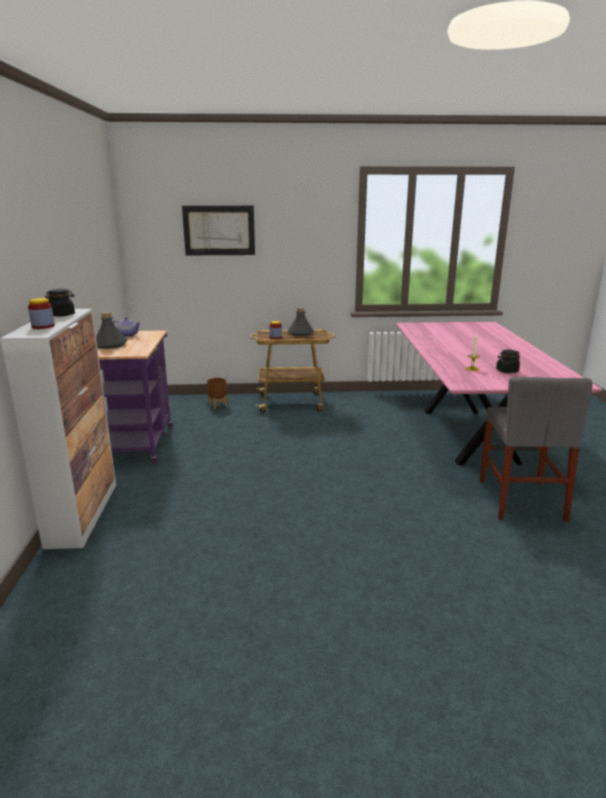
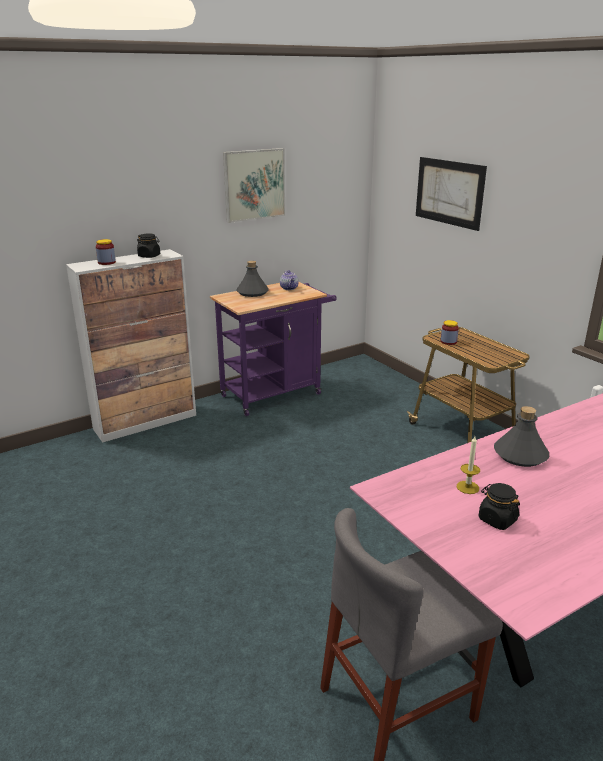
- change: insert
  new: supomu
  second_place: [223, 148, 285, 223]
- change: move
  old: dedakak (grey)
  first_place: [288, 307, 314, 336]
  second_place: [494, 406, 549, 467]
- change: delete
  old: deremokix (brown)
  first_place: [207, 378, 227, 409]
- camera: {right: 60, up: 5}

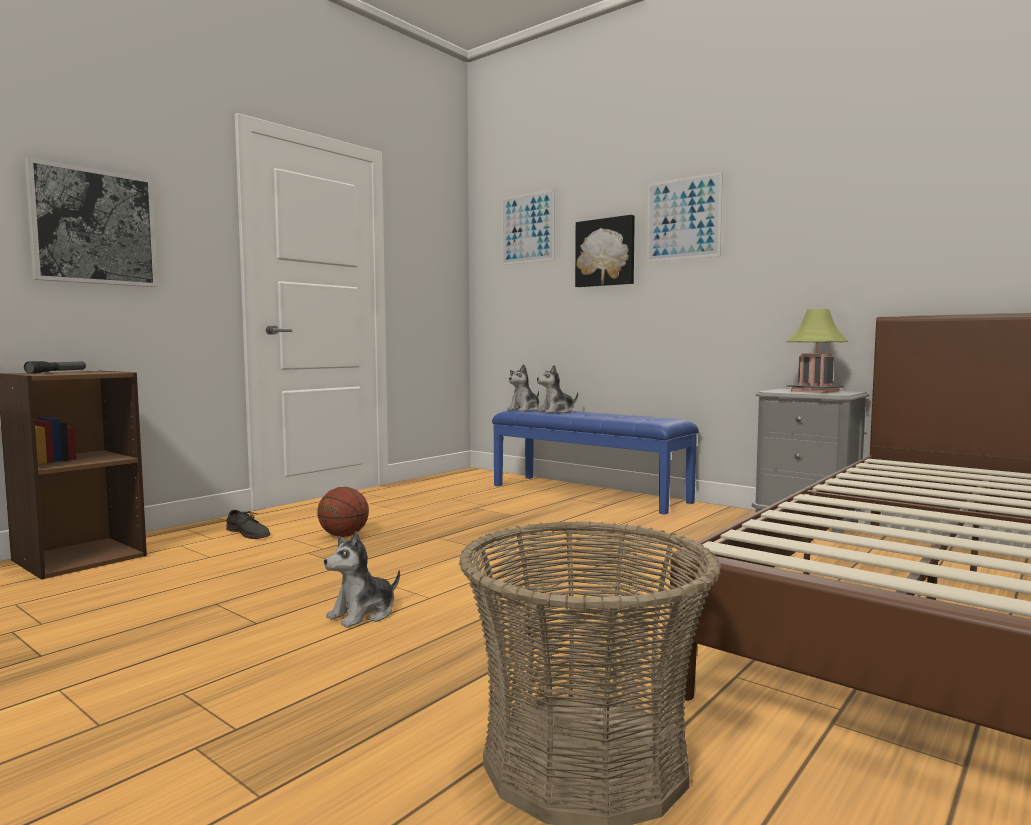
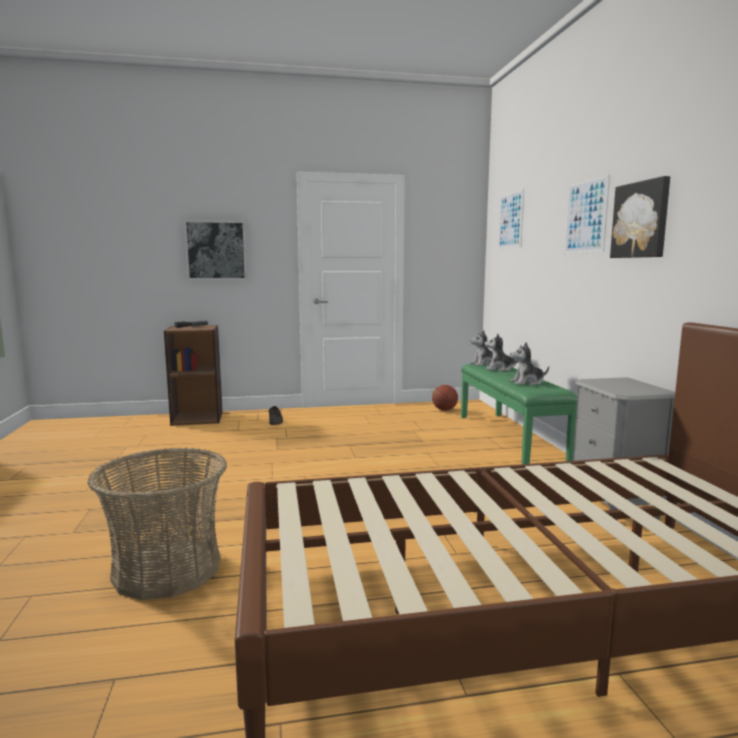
- change: move
  old: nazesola
  first_place: [317, 487, 369, 537]
  second_place: [432, 385, 458, 411]
- change: recolor
  old: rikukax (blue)
  new: rikukax (green)
  first_place: [492, 409, 699, 515]
  second_place: [461, 364, 577, 464]
- change: move
  old: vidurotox
  first_place: [324, 531, 400, 628]
  second_place: [510, 342, 549, 385]
- change: move
  old: supomu
  first_place: [575, 215, 635, 287]
  second_place: [610, 176, 670, 258]
- change: delete
  old: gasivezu
  first_place: [786, 309, 849, 393]
- camera: {right: 40, up: 5}

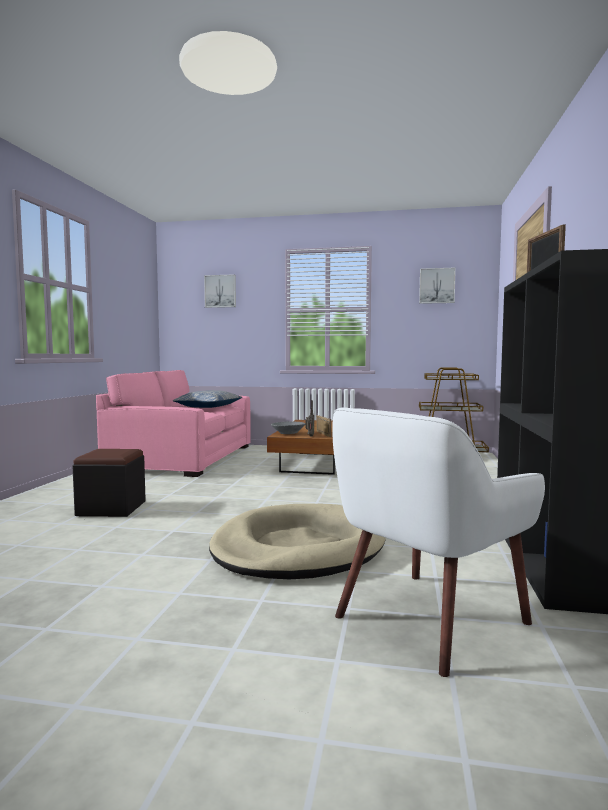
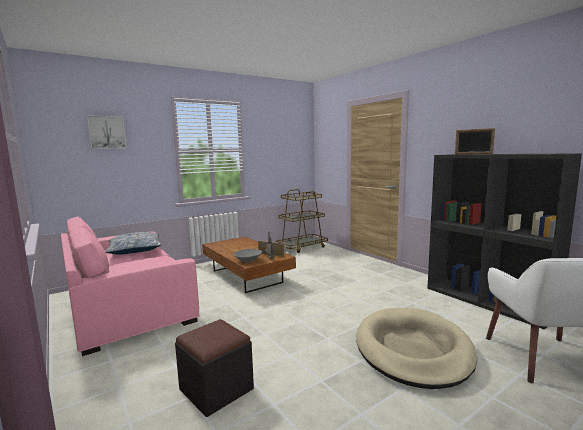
- change: delete
  old: supomu
  first_place: [419, 267, 456, 304]
- camera: {right: -45, up: 5}

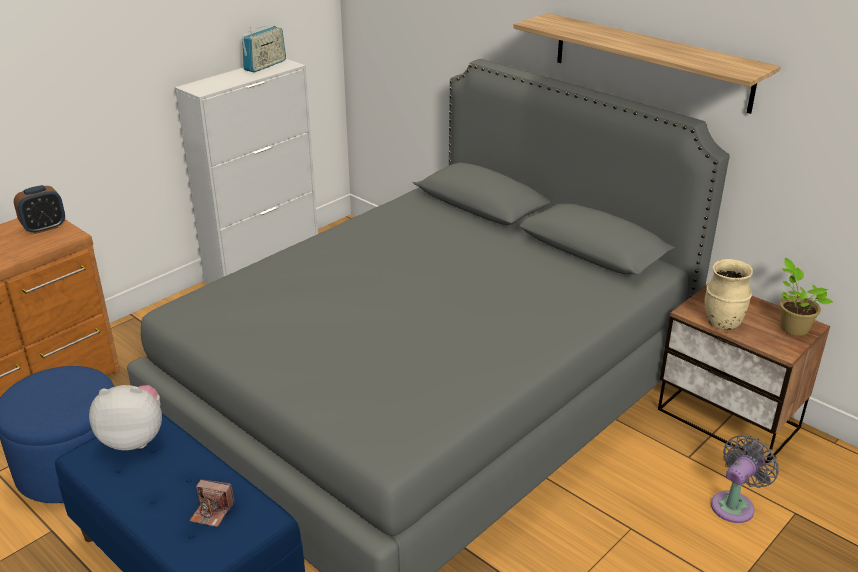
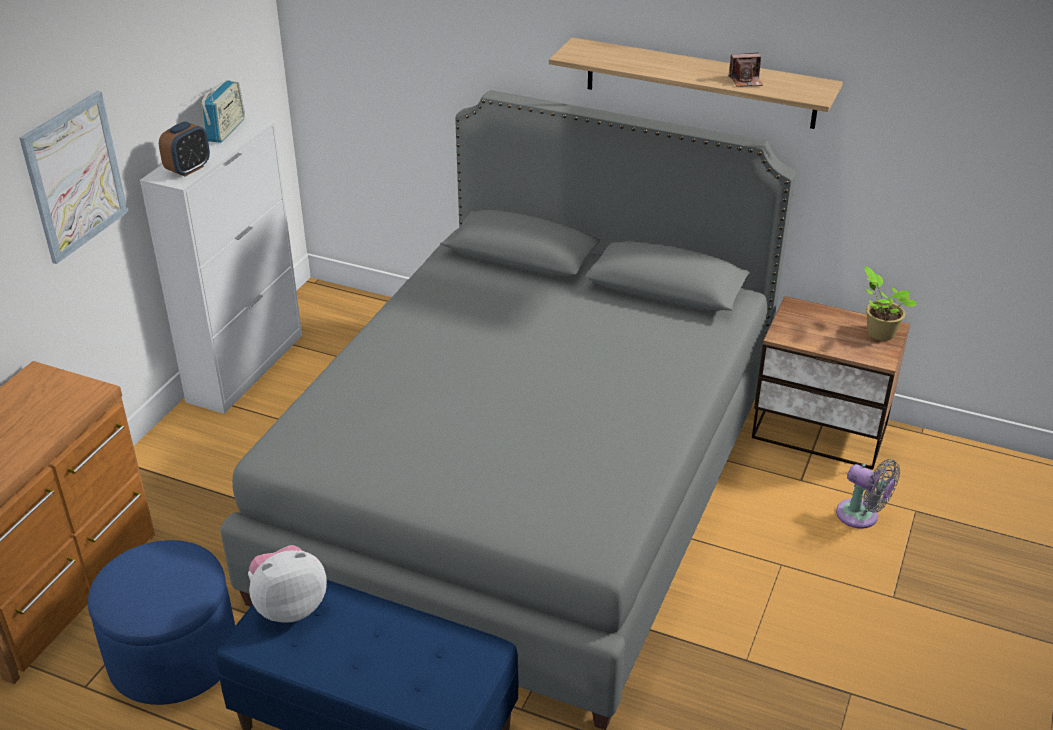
- change: insert
  new: supomu
  second_place: [19, 91, 128, 264]
- change: move
  old: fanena
  first_place: [14, 185, 65, 234]
  second_place: [159, 121, 210, 176]
- change: move
  old: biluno
  first_place: [189, 479, 234, 527]
  second_place: [728, 53, 763, 87]
- change: rotate
  old: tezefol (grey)
  first_place: [711, 435, 779, 523]
  second_place: [836, 459, 900, 529]
  degrees: 105
- change: delete
  old: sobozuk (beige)
  first_place: [704, 259, 753, 330]
- camera: {right: -20, up: 5}

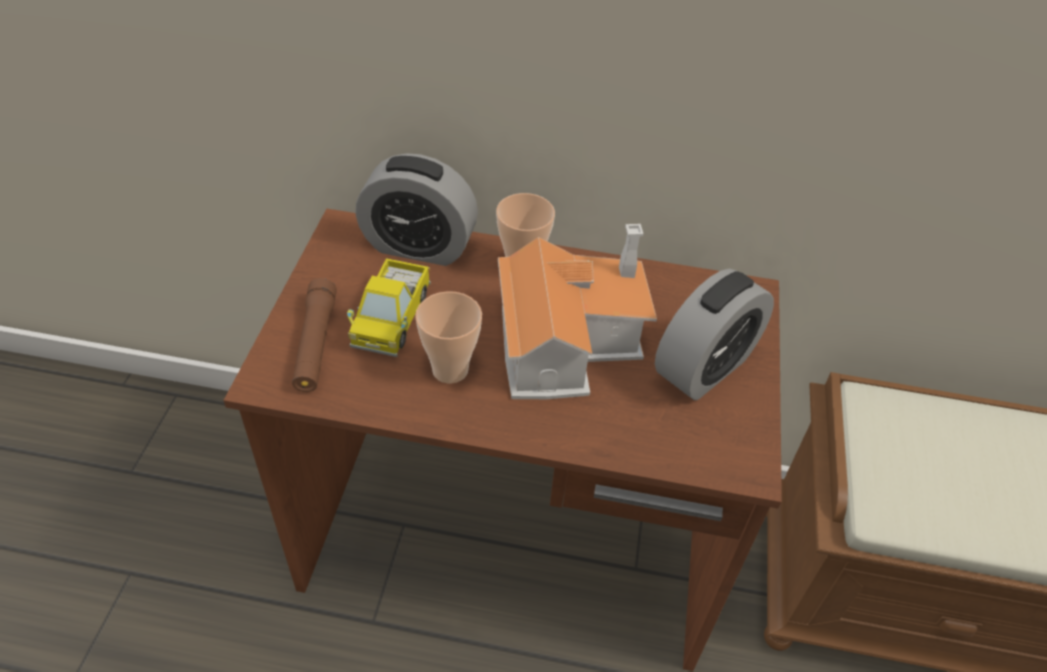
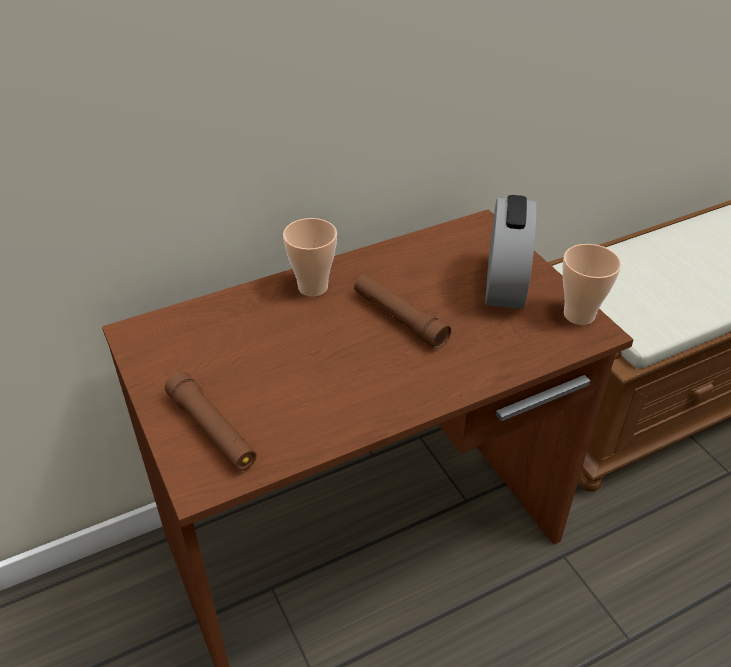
- change: replace
  old: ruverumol
  new: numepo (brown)
  first_place: [498, 224, 657, 399]
  second_place: [354, 274, 451, 349]
- change: move
  old: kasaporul
  first_place: [415, 291, 482, 384]
  second_place: [562, 244, 621, 325]
- change: delete
  old: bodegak
  first_place: [347, 258, 431, 357]
- change: delete
  old: fanena
  first_place: [356, 153, 478, 266]
- camera: {right: -35, up: -5}

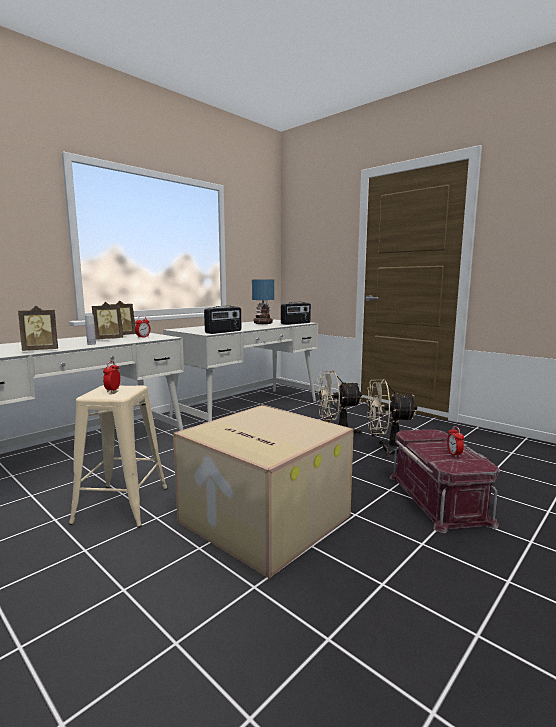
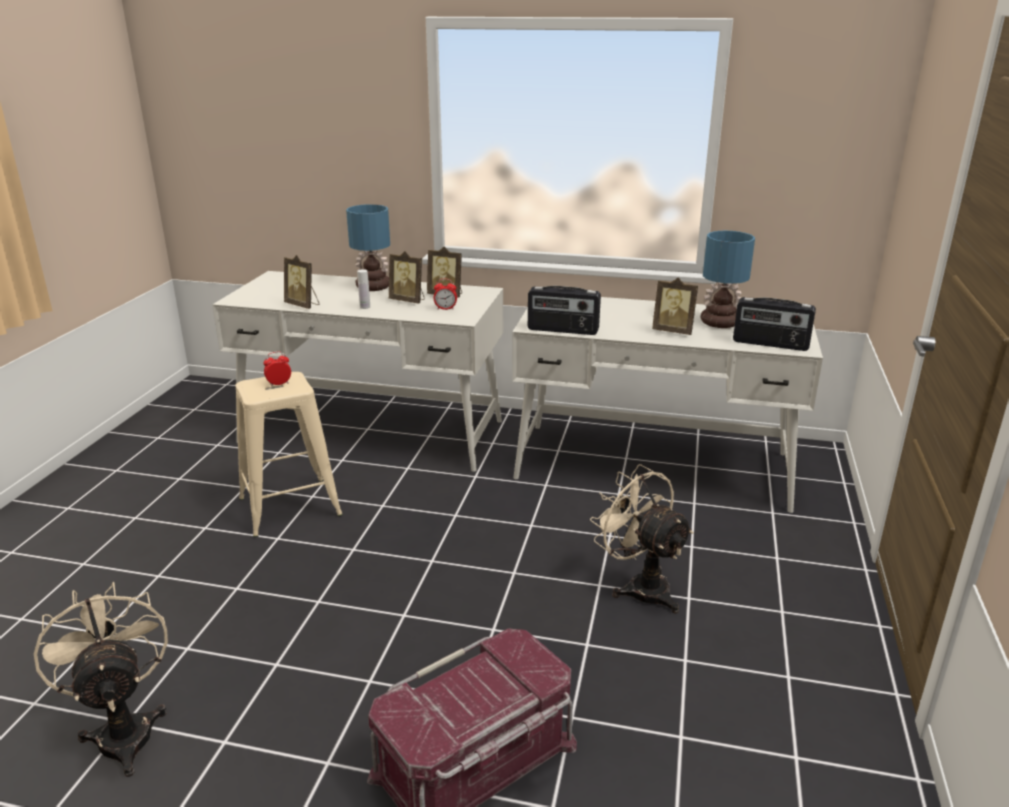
- change: move
  old: tezefol (beige)
  first_place: [366, 379, 417, 458]
  second_place: [34, 582, 168, 777]
- change: insert
  new: gasivezu
  second_place: [346, 204, 390, 291]
- change: insert
  new: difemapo
  second_place: [652, 278, 698, 335]
- change: delete
  old: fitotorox
  first_place: [173, 405, 354, 578]
- change: delete
  old: fanena
  first_place: [447, 426, 464, 457]
- camera: {right: 60, up: 15}

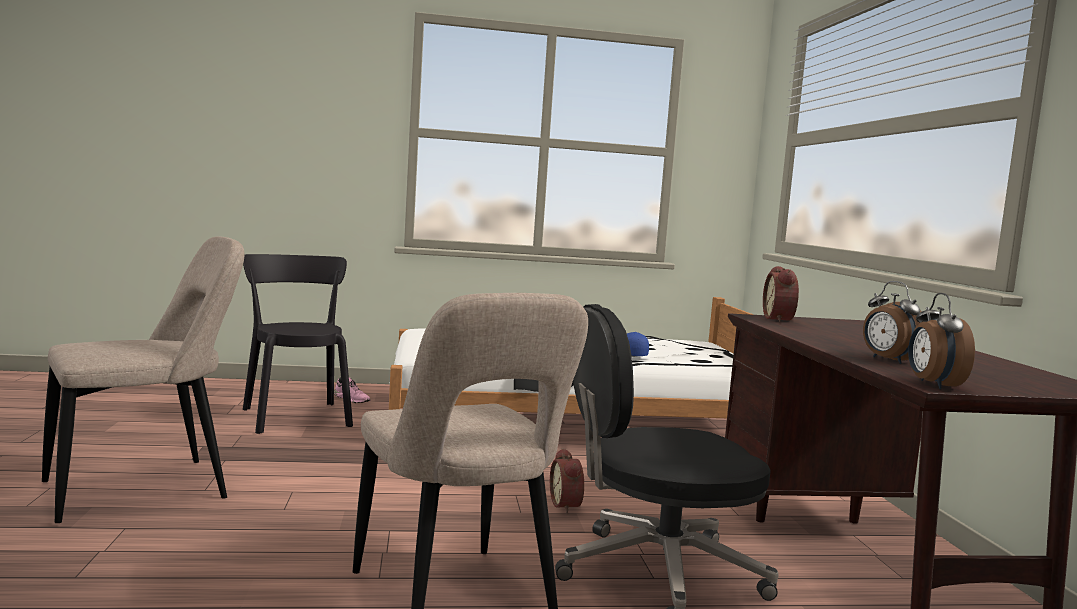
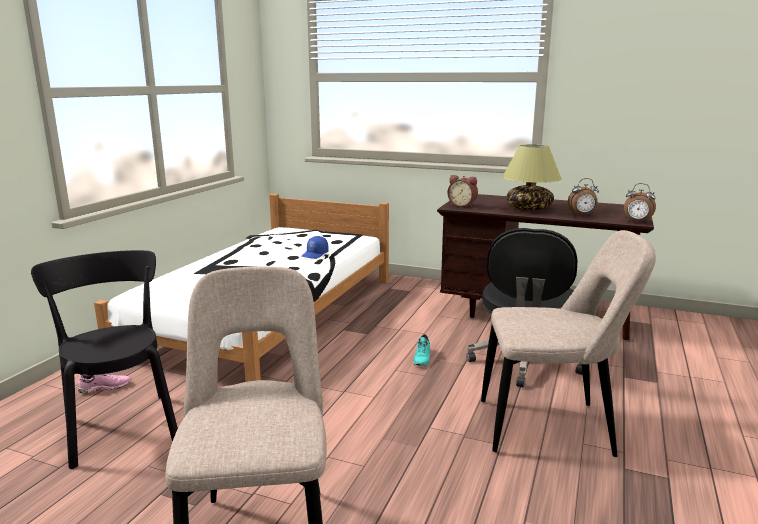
- change: rotate
  old: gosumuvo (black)
  first_place: [243, 254, 353, 434]
  second_place: [31, 250, 178, 469]
  degrees: 60
- change: replace
  old: fanena
  new: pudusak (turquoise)
  first_place: [550, 448, 584, 513]
  second_place: [413, 334, 430, 366]
- change: insert
  new: gasivezu
  second_place: [502, 144, 562, 210]
- camera: {right: -60, up: 10}

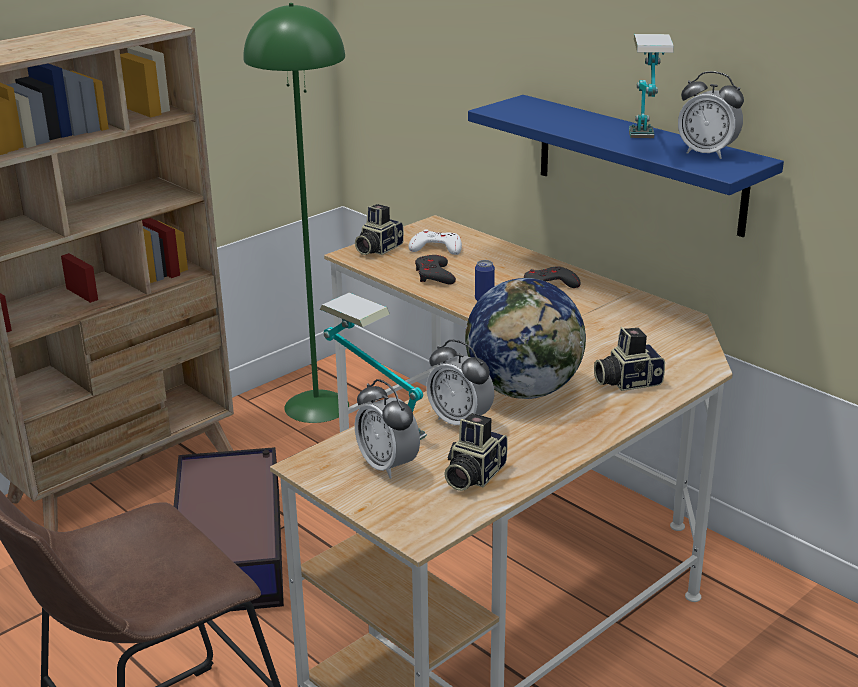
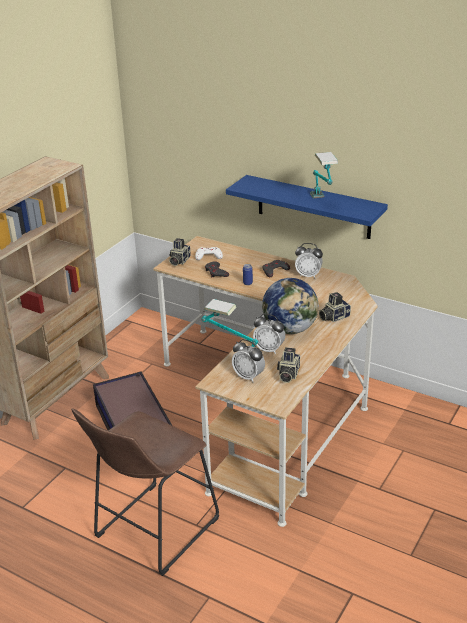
- change: move
  old: fanena
  first_place: [678, 71, 744, 159]
  second_place: [295, 243, 323, 278]
- change: delete
  old: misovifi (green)
  first_place: [243, 3, 349, 423]
- camera: {right: -15, up: 5}

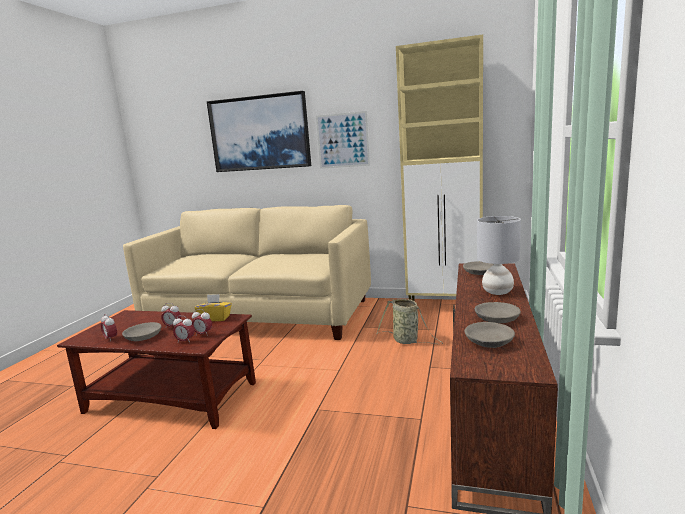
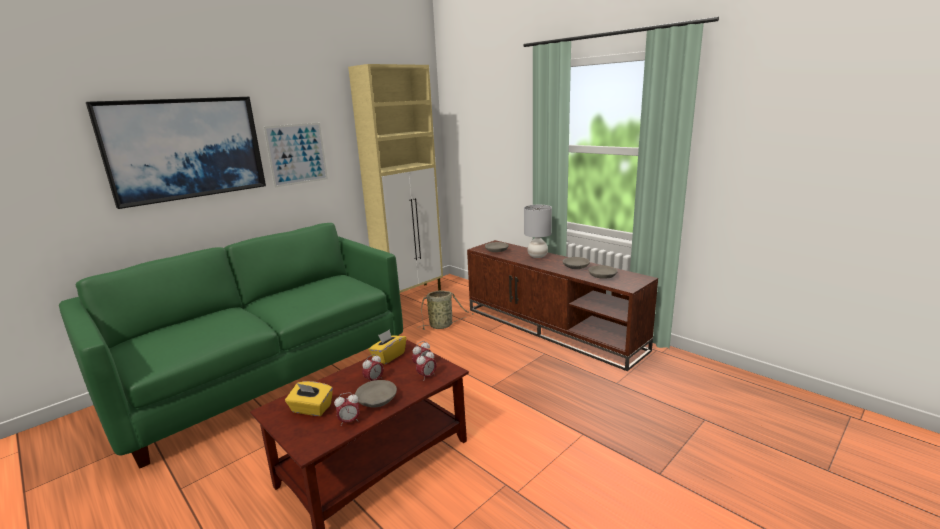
- change: recolor
  old: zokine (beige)
  new: zokine (green)
  first_place: [123, 205, 371, 340]
  second_place: [59, 223, 403, 469]
- change: insert
  new: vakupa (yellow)
  second_place: [285, 381, 333, 416]
- camera: {right: -60, up: 5}

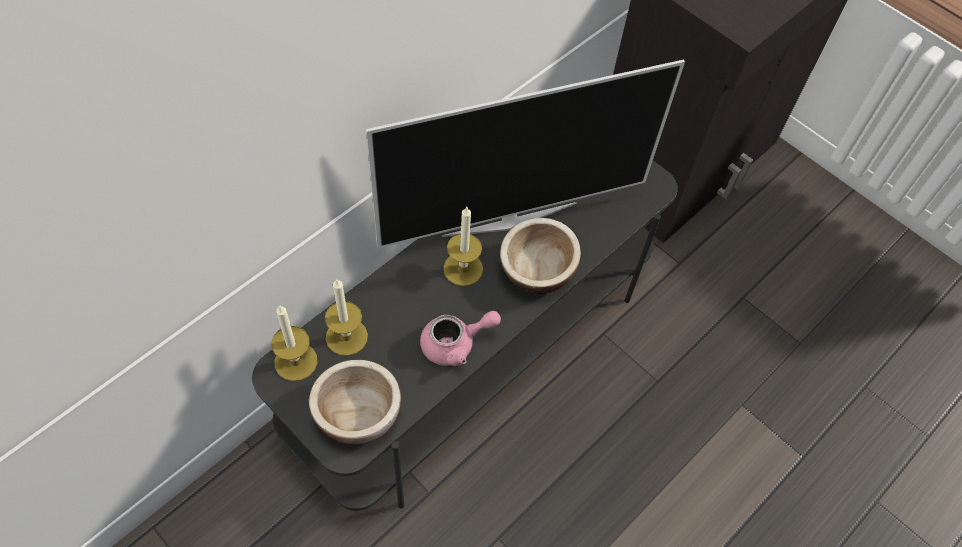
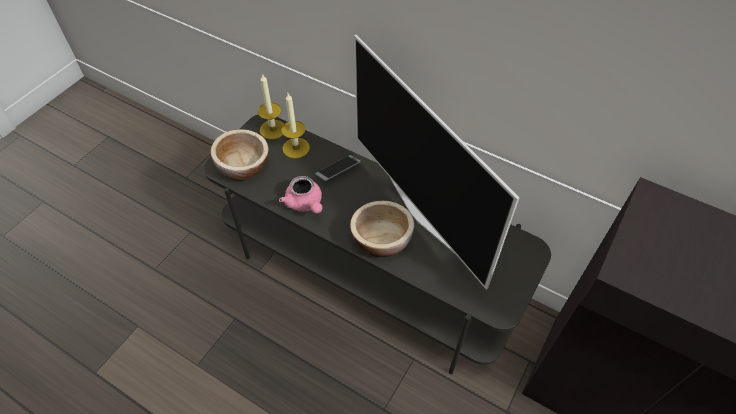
- change: insert
  new: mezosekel
  second_place: [315, 155, 361, 181]
- change: delete
  old: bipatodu
  first_place: [443, 207, 483, 286]
- camera: {right: 80, up: -5}

